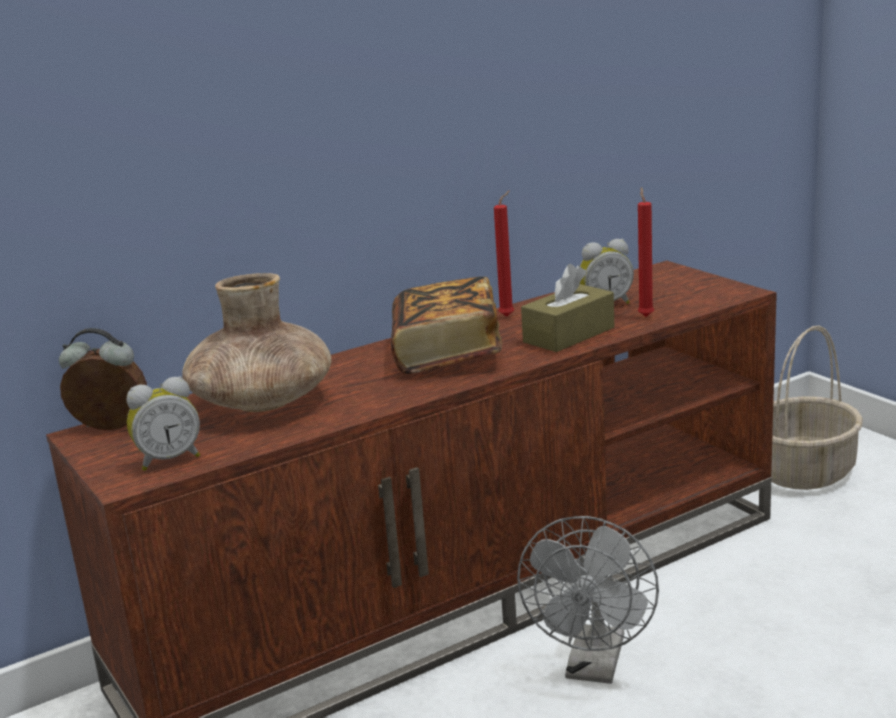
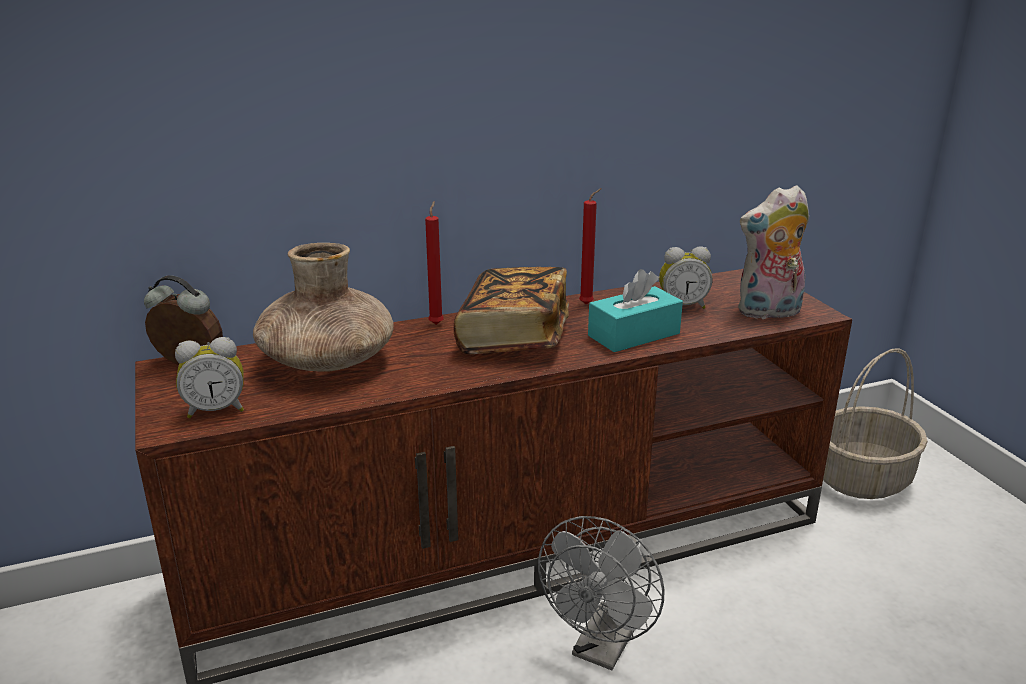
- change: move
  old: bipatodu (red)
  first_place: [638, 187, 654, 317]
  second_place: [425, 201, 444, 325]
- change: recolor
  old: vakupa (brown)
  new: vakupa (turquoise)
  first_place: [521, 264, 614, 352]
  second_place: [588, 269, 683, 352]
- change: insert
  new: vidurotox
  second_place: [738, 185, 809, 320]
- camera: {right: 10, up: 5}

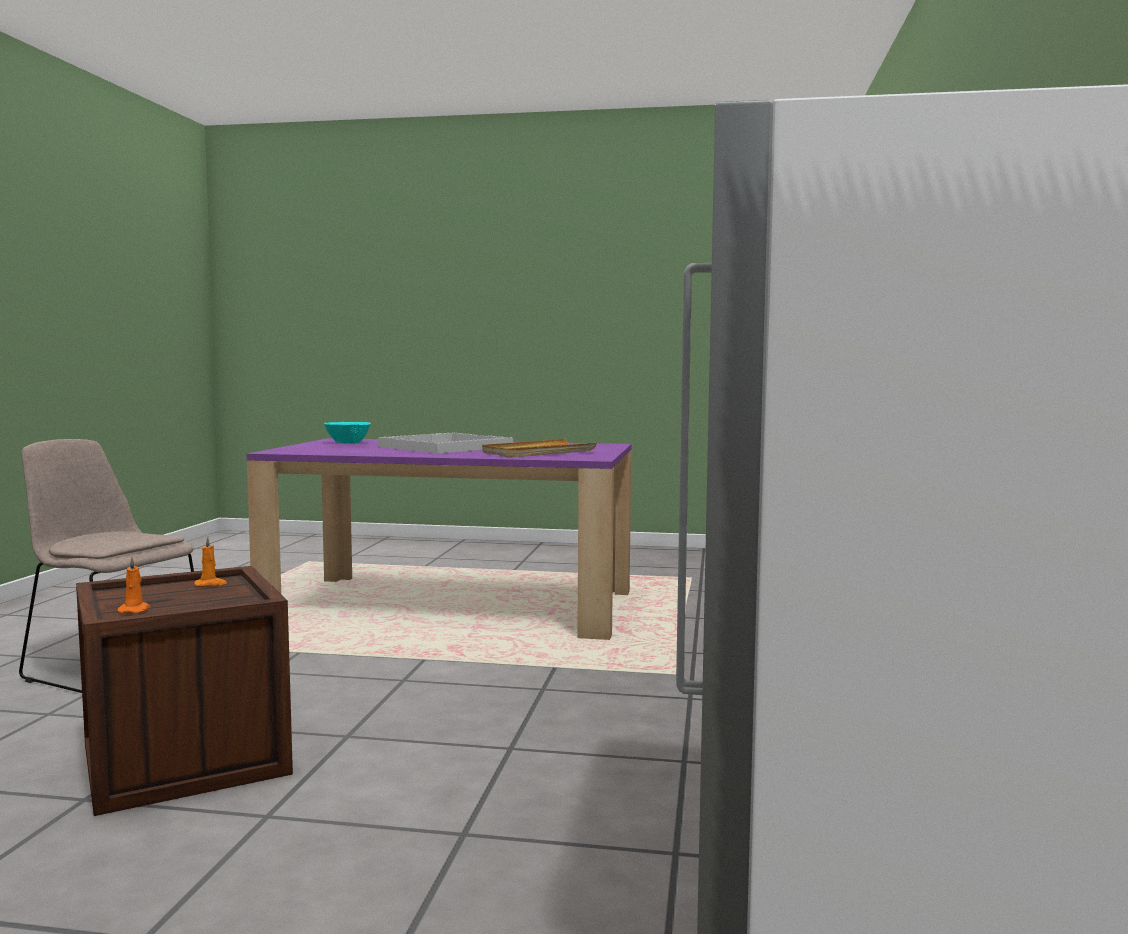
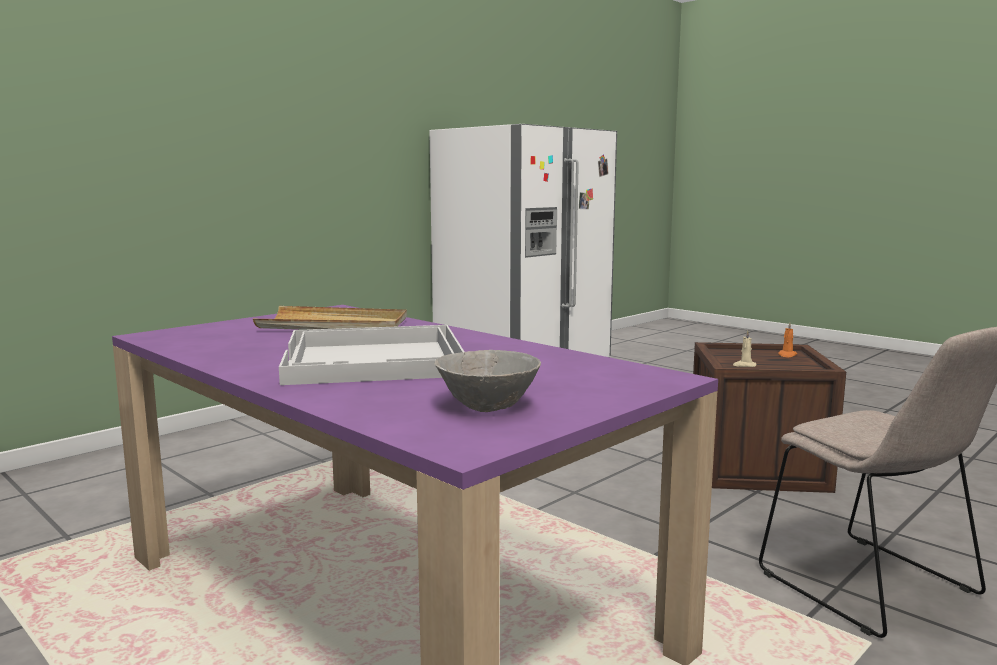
- change: recolor
  old: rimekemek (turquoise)
  new: rimekemek (grey)
  first_place: [324, 422, 371, 443]
  second_place: [434, 350, 541, 412]
- change: recolor
  old: bipatodu (orange)
  new: bipatodu (beige)
  first_place: [194, 536, 227, 586]
  second_place: [733, 330, 756, 367]
- camera: {right: -145, up: 5}

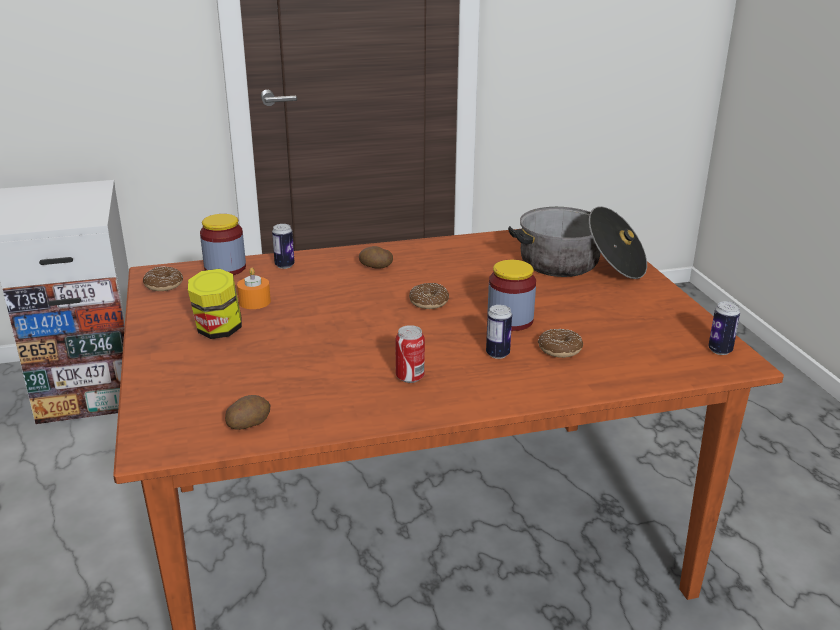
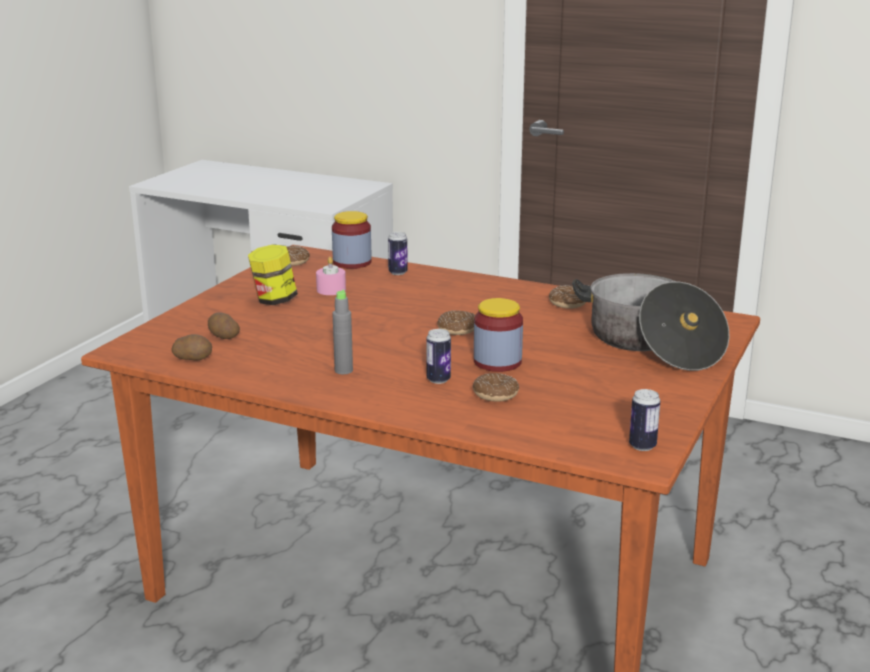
- change: move
  old: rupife
  first_place: [359, 246, 393, 269]
  second_place: [208, 312, 240, 339]
- change: recolor
  old: bipatodu (orange)
  new: bipatodu (pink)
  first_place: [237, 268, 271, 309]
  second_place: [316, 257, 346, 295]
- change: replace
  old: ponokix
  new: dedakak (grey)
  first_place: [395, 325, 425, 383]
  second_place: [332, 290, 353, 374]
- change: insert
  new: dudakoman
  second_place: [549, 286, 586, 309]
- camera: {right: 40, up: -5}

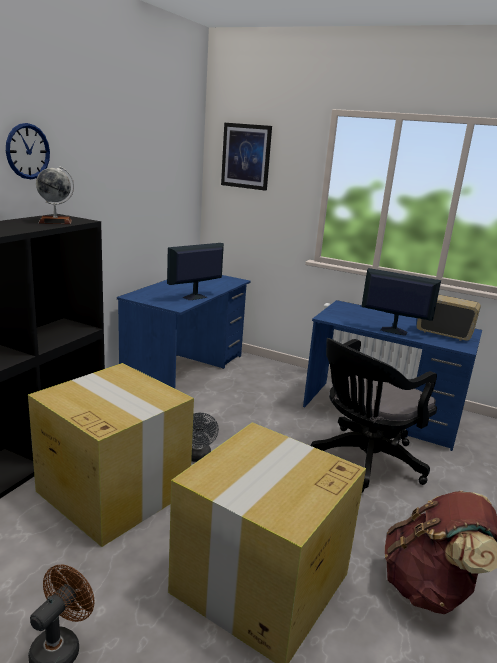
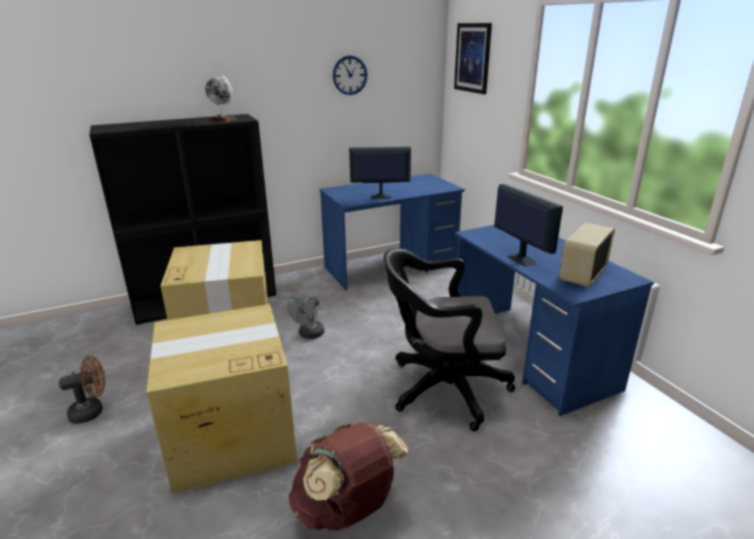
- change: move
  old: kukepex
  first_place: [6, 123, 50, 179]
  second_place: [333, 55, 368, 95]
- change: rotate
  old: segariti
  first_place: [417, 294, 481, 341]
  second_place: [559, 222, 615, 287]
  degrees: -120
- camera: {right: 40, up: 5}

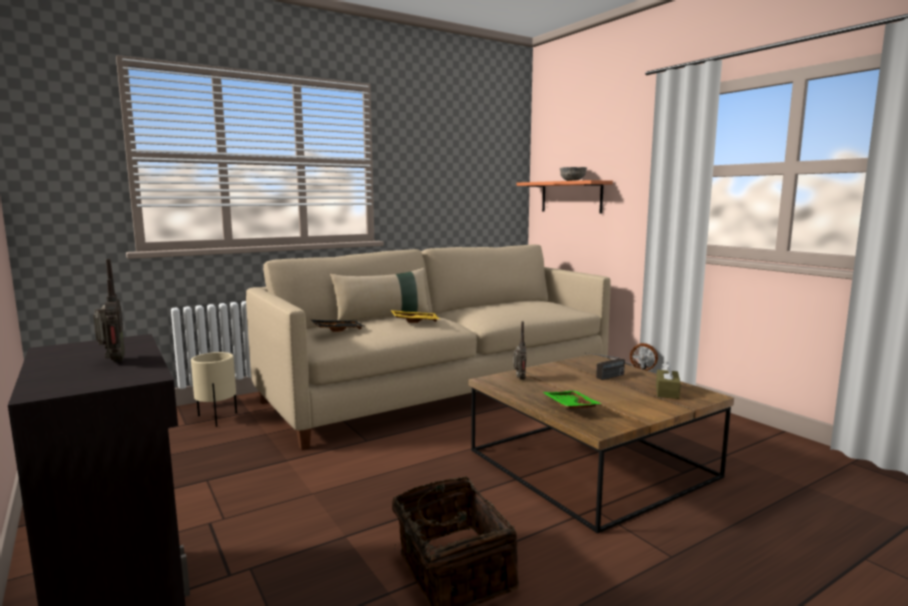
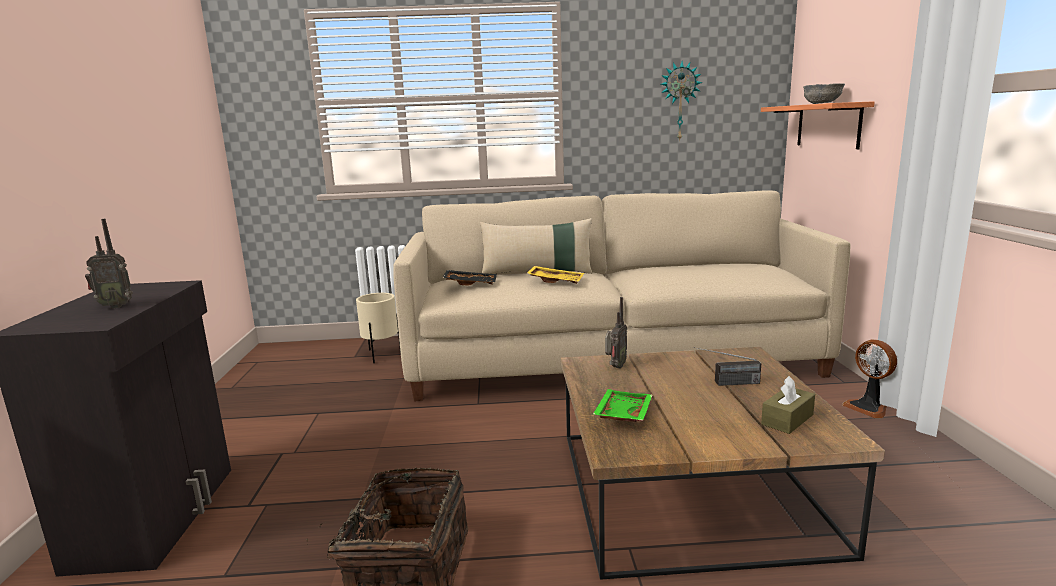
- change: rotate
  old: segariti
  first_place: [93, 259, 125, 362]
  second_place: [85, 219, 133, 308]
  degrees: 75
- change: insert
  new: kukepex
  second_place: [661, 61, 702, 141]
- camera: {right: 30, up: 5}

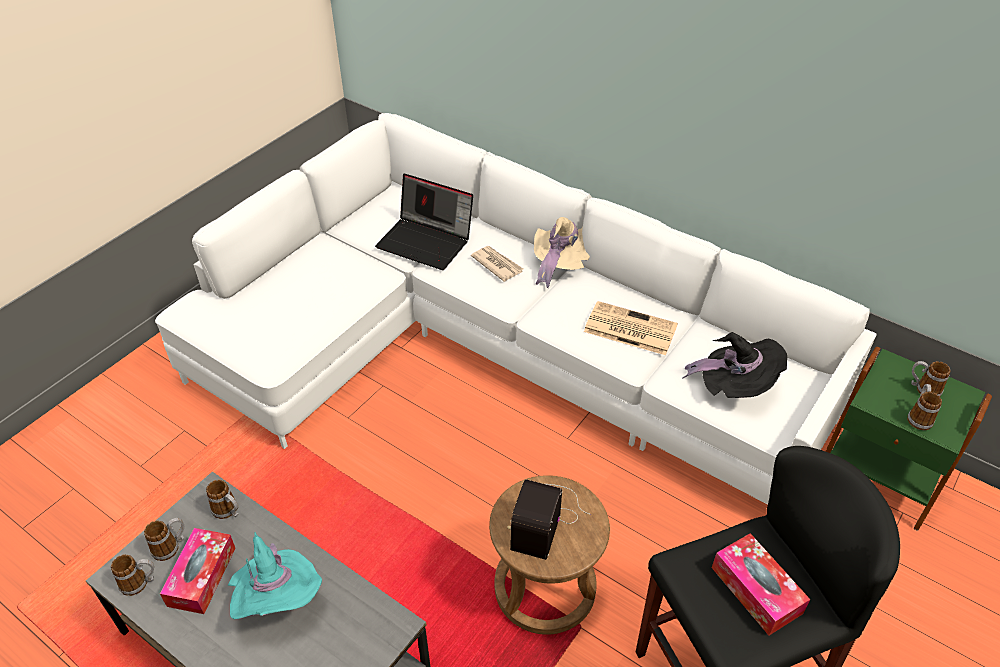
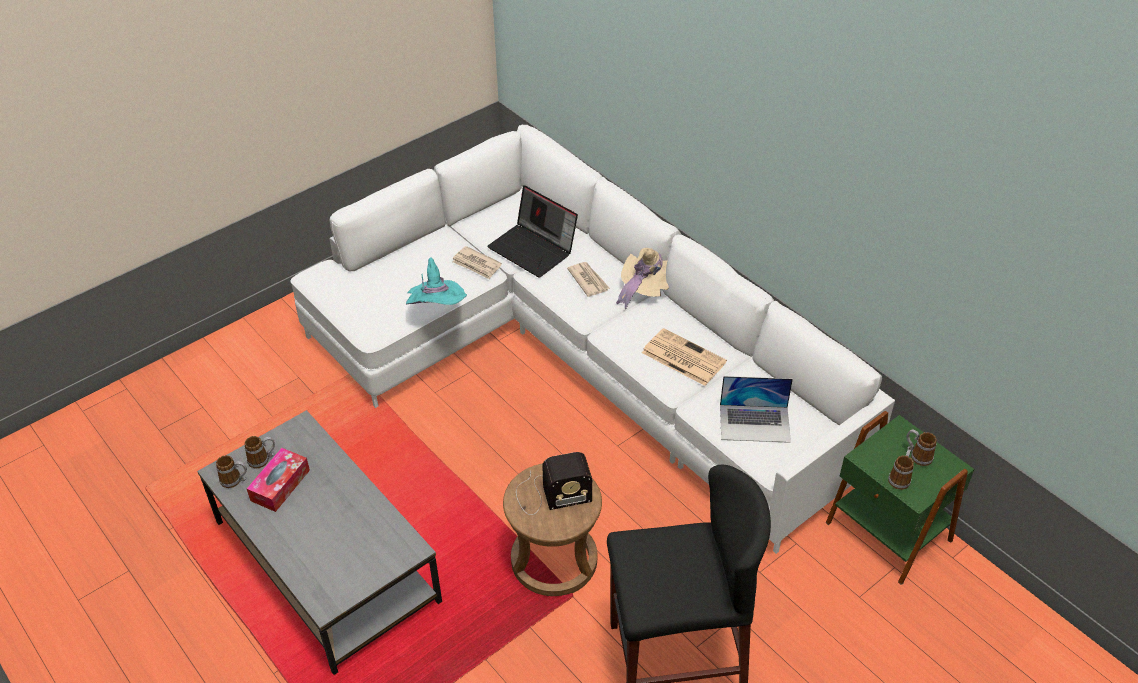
- change: move
  old: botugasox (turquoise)
  first_place: [228, 532, 322, 619]
  second_place: [406, 257, 467, 305]
- change: insert
  new: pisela
  second_place: [452, 246, 502, 279]
- change: rotate
  old: segariti
  first_place: [507, 480, 591, 560]
  second_place: [516, 452, 592, 515]
  degrees: -135
- change: replace
  old: botugasox (black)
  new: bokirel
  first_place: [682, 332, 787, 398]
  second_place: [720, 376, 793, 443]
- change: delete
  old: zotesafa
  first_place: [206, 480, 239, 519]
- change: delete
  old: vakupa
  first_place: [712, 533, 810, 635]
- camera: {right: 15, up: 0}

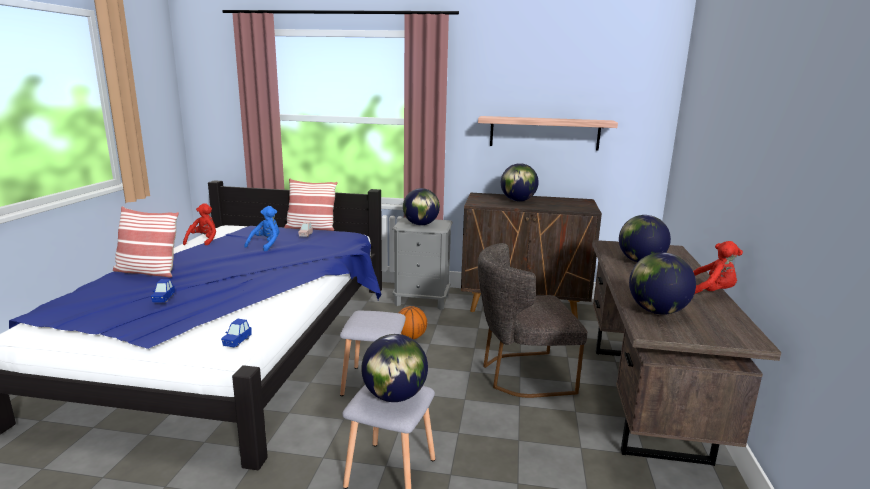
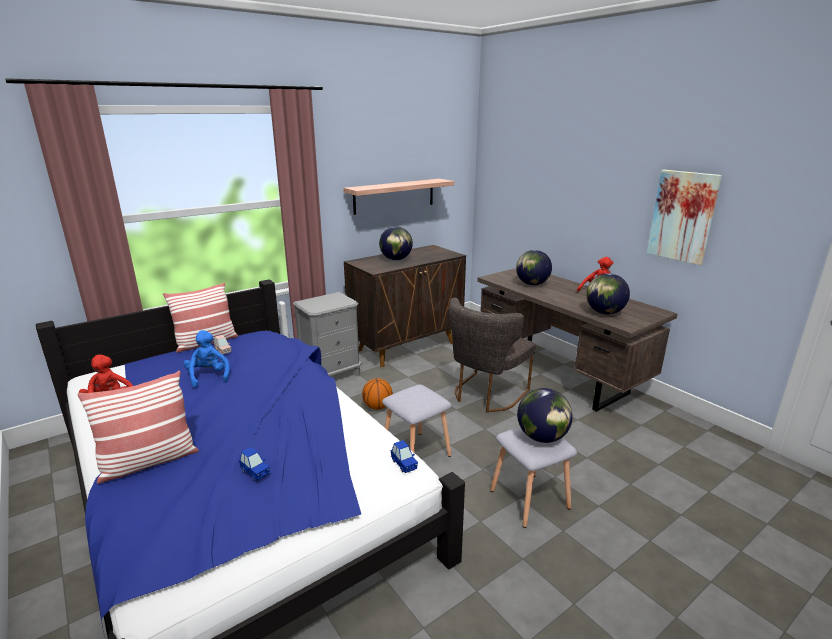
- change: insert
  new: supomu
  second_place: [647, 170, 722, 265]
- change: delete
  old: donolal
  first_place: [403, 188, 440, 225]
- camera: {right: -45, up: 5}

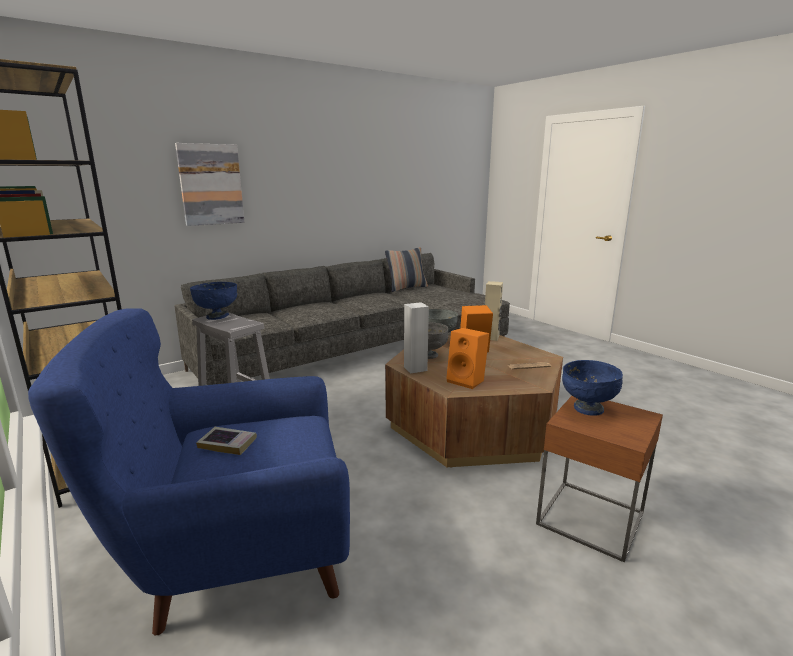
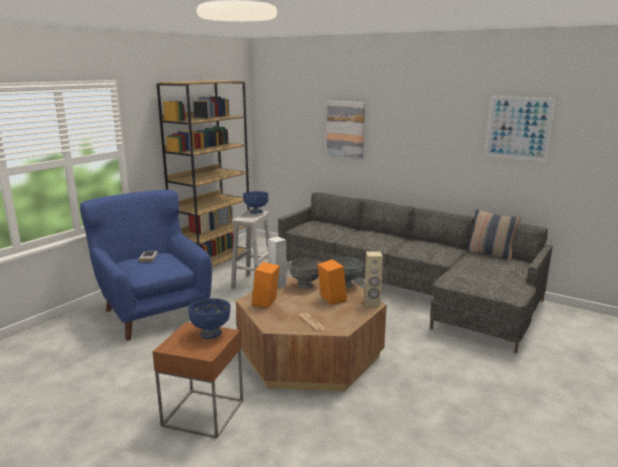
- change: insert
  new: supomu
  second_place: [485, 96, 556, 161]
- camera: {right: 70, up: 0}

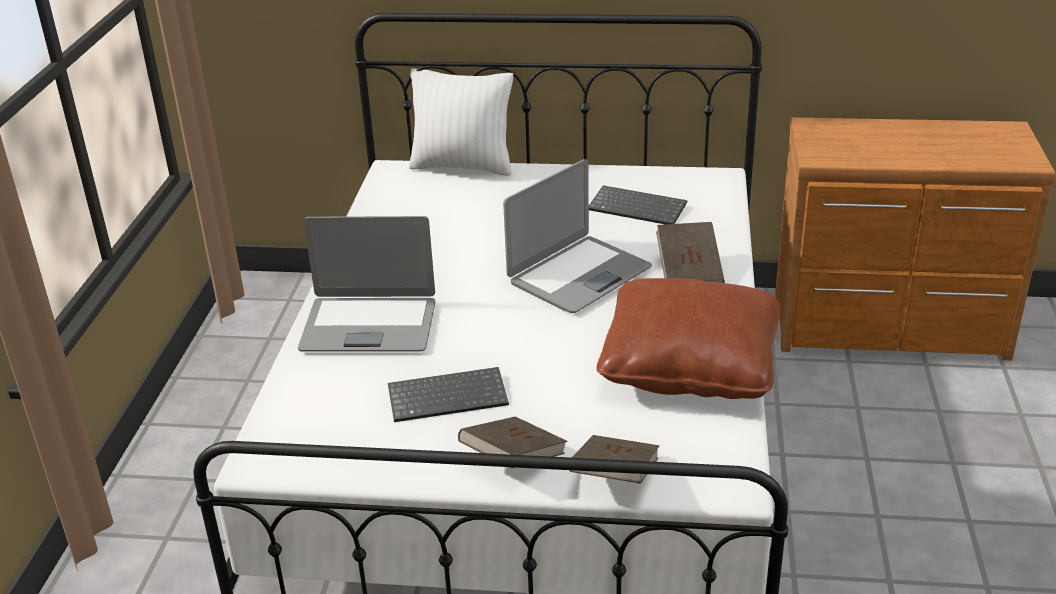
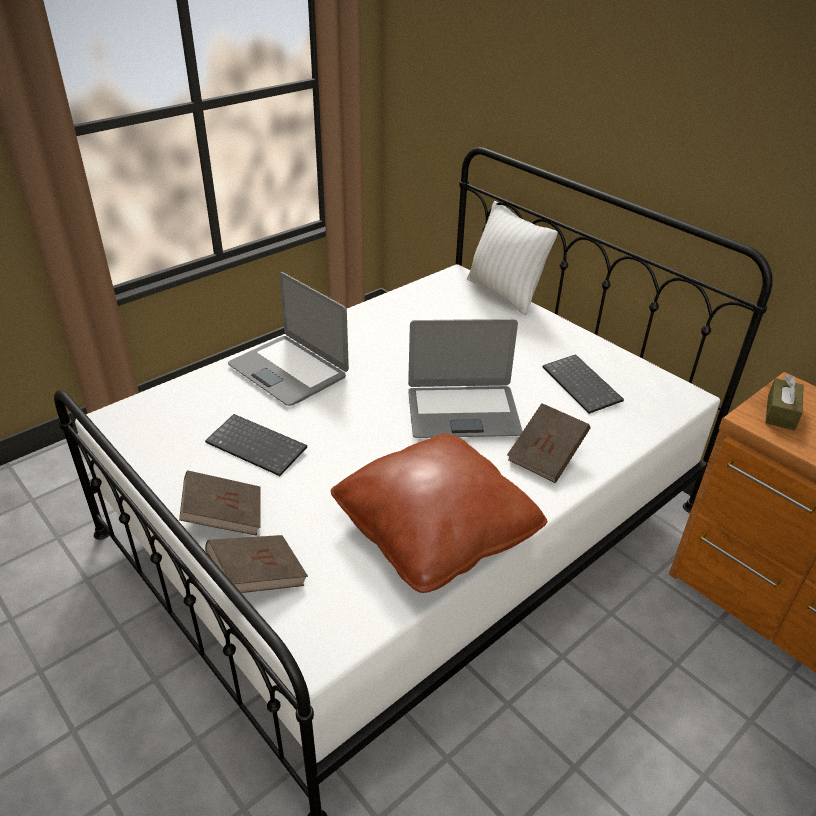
- change: insert
  new: vakupa (brown)
  second_place: [765, 375, 804, 430]
- camera: {right: 40, up: 5}

